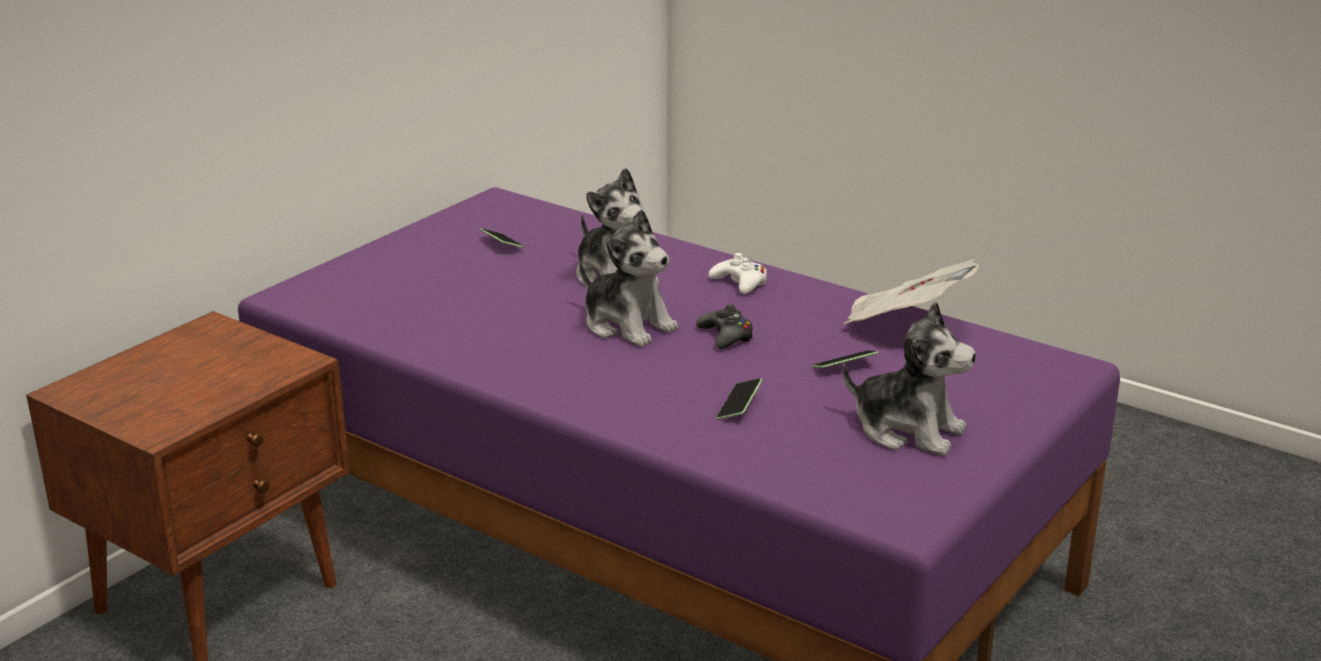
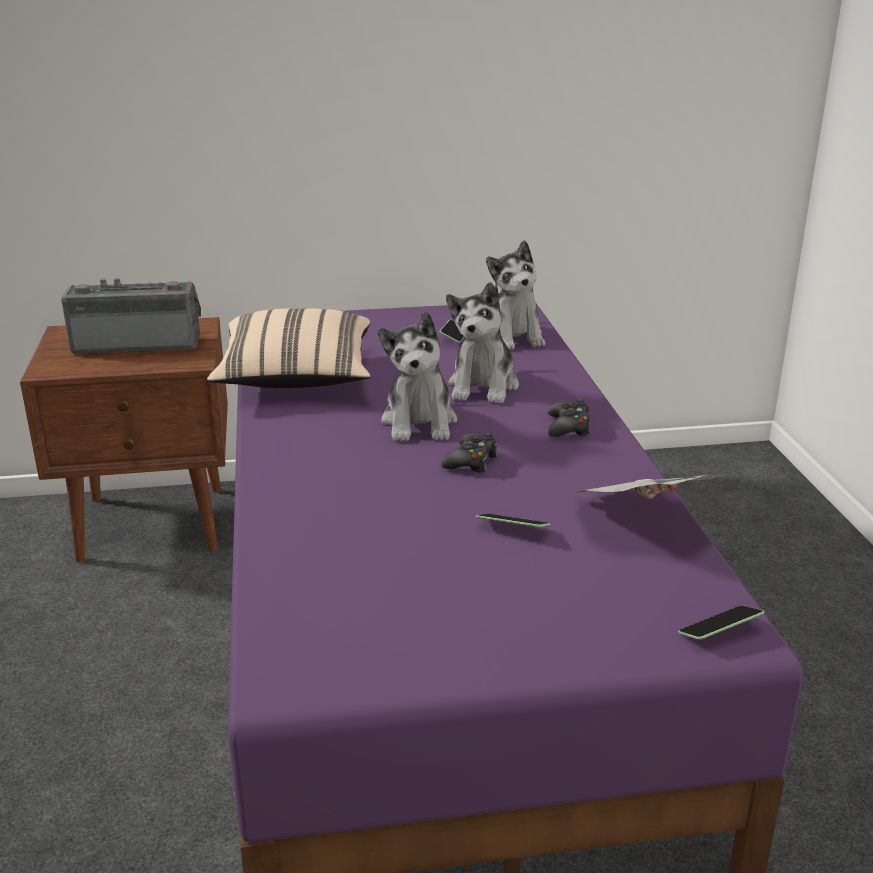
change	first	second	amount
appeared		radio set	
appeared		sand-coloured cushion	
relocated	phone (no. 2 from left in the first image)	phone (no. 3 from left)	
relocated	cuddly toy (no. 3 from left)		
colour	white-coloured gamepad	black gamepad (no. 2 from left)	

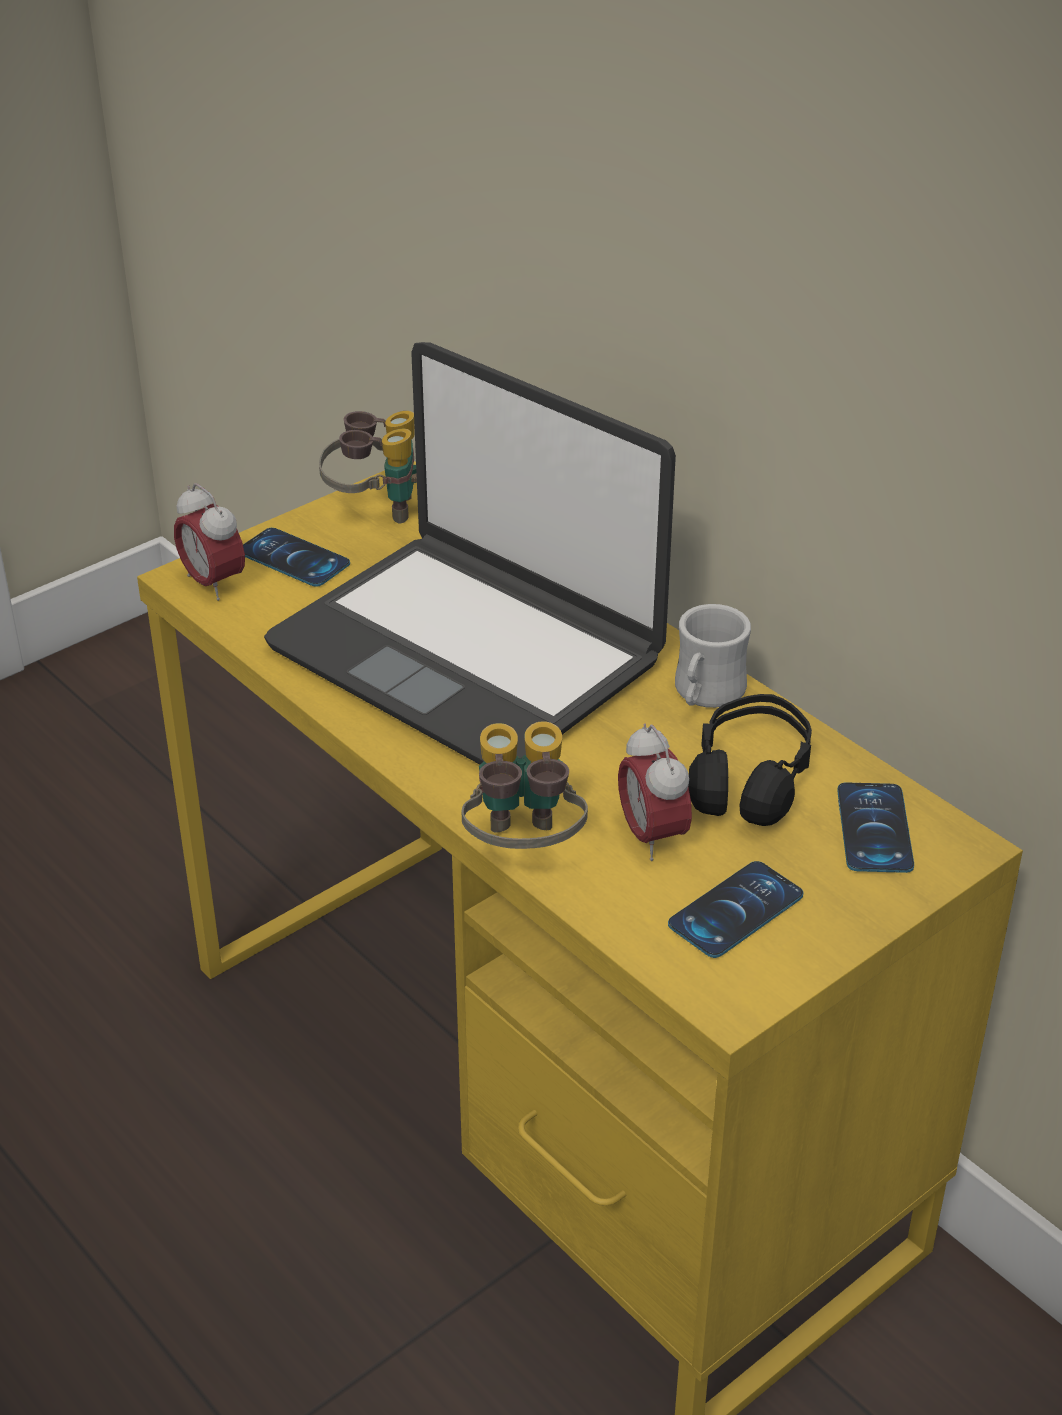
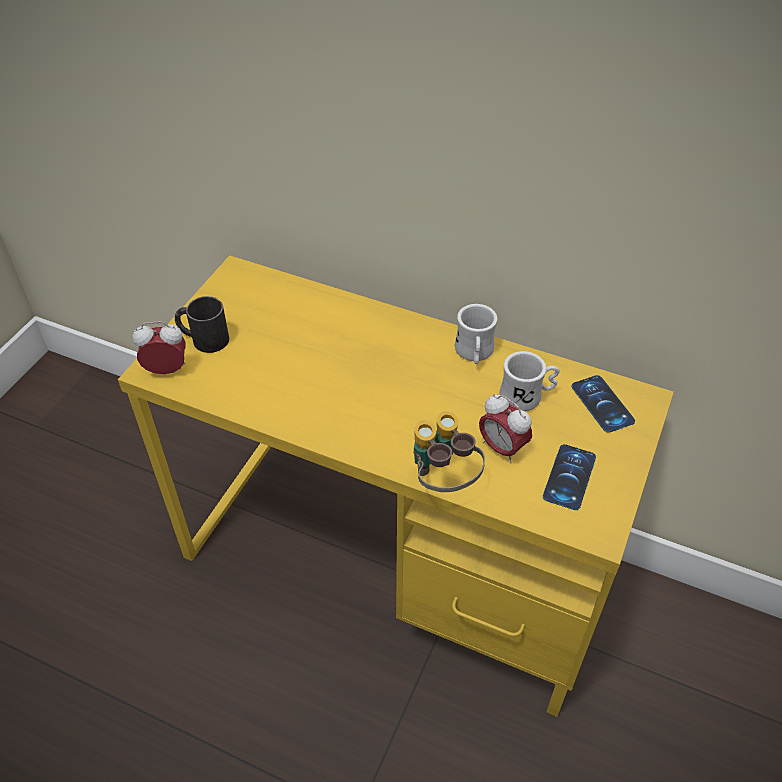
change	first	second	amount
missing	laptop		
missing	pair of binoculars (no. 1 from left)		
exchanged	phone (no. 1 from left)	black tea mug	
exchanged	black headset	white-coloured tea mug (no. 2 from left)	
spun	alarm clock (no. 1 from left)		150 degrees clockwise

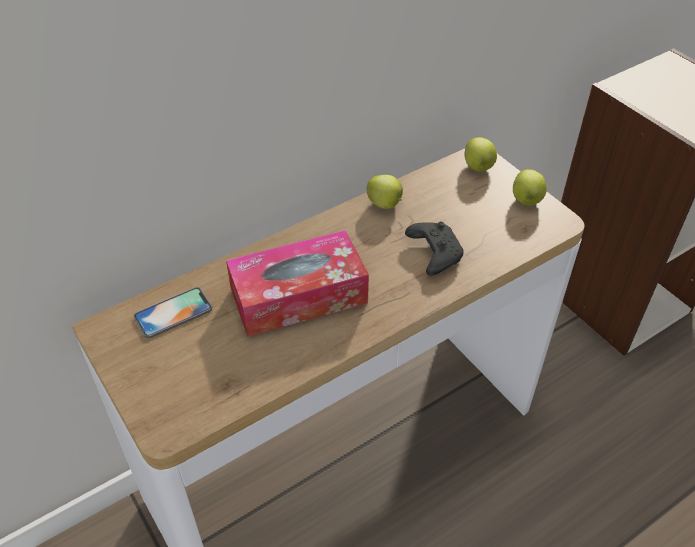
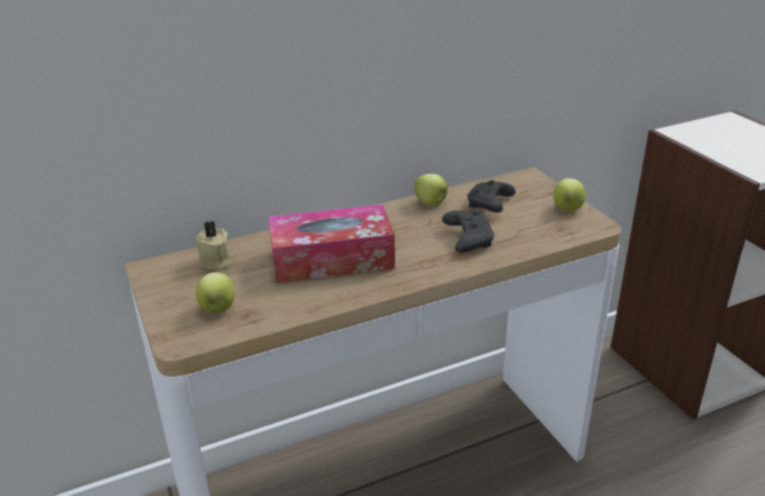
change	first	second	amount
appeared		black gamepad (no. 2 from left)	
relocated	apple (no. 2 from left in the first image)	apple (no. 1 from left)	
exchanged	phone	sand-coloured wax light	

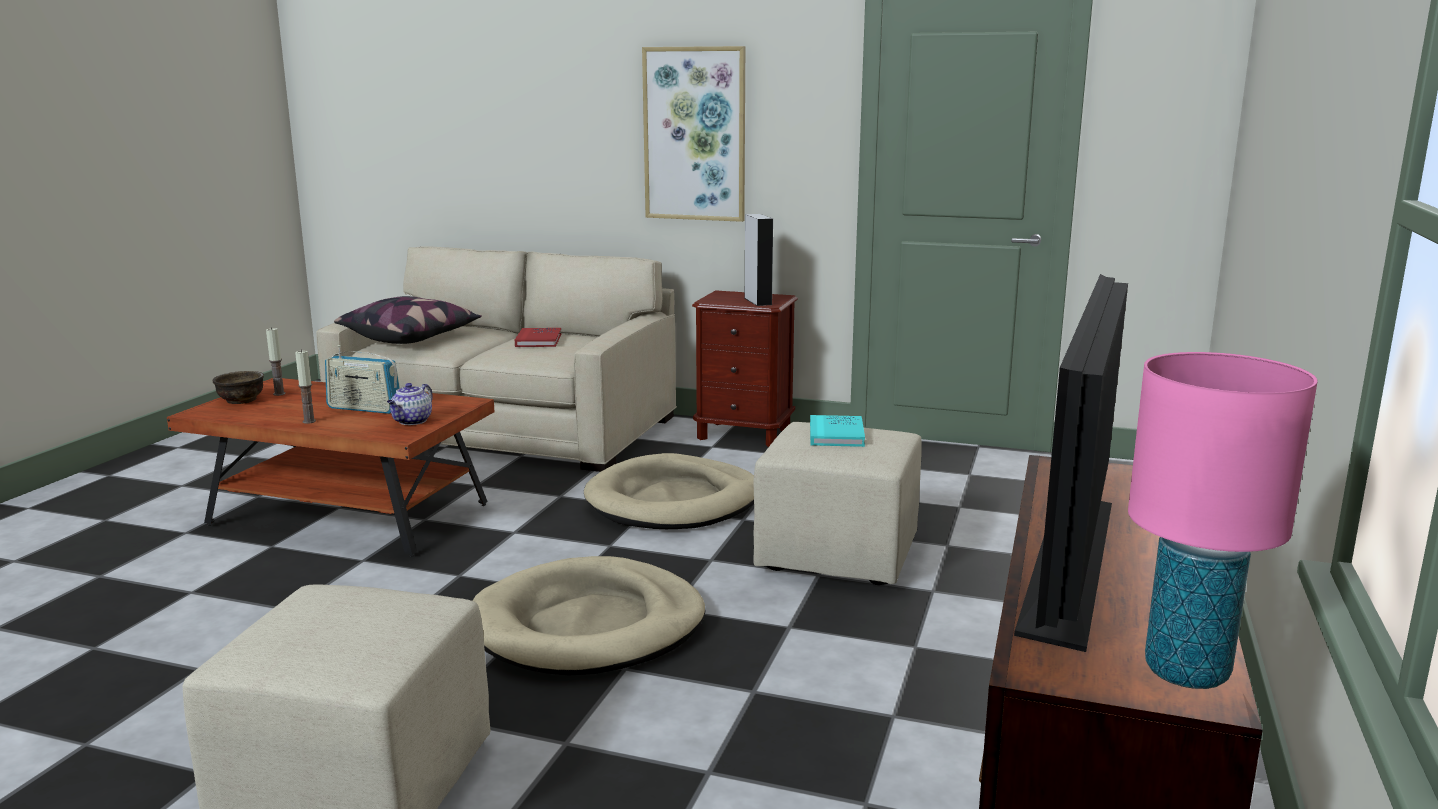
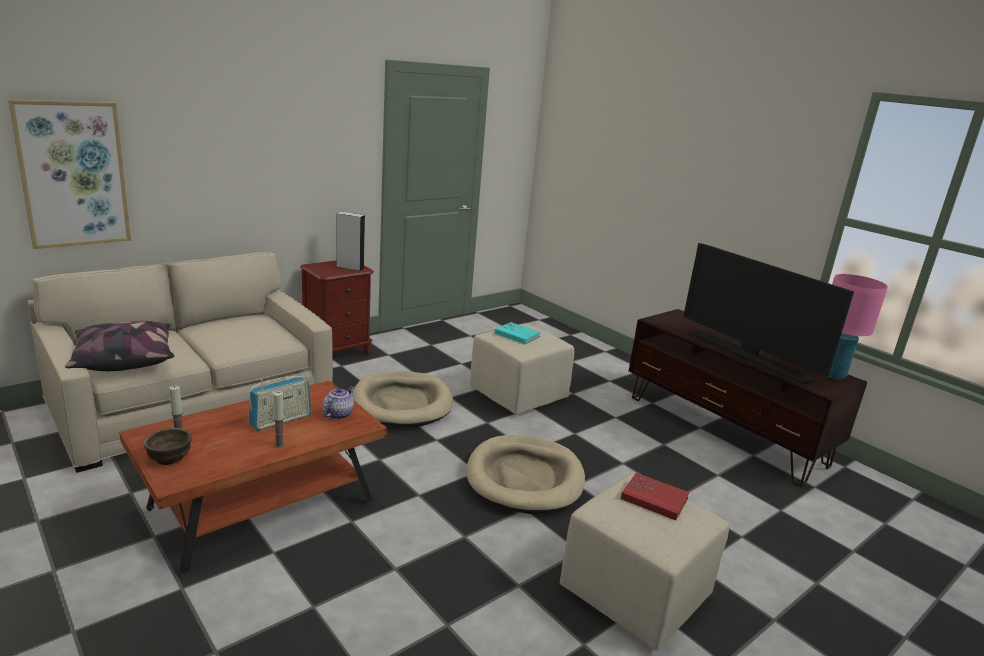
change	first	second	amount
relocated	red bound book		
relocated	wall picture		
spun	pot for tea		120 degrees counterclockwise

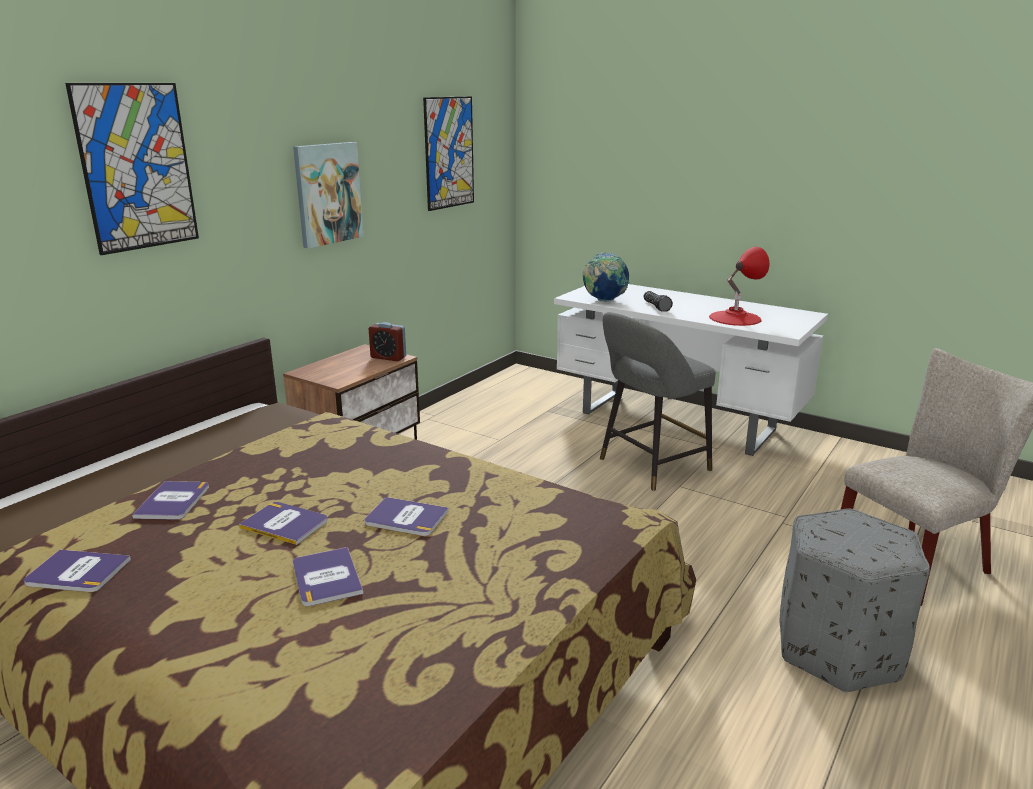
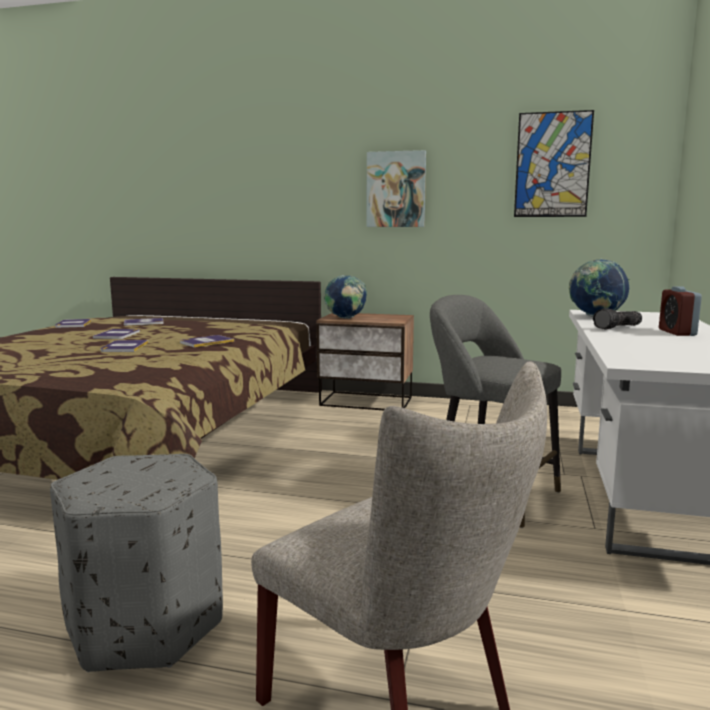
change	first	second	amount
missing	wall picture (no. 1 from left)		
missing	red tabletop lamp		
appeared		desk globe (no. 1 from left)	
relocated	bound book (no. 4 from left in the first image)	bound book (no. 5 from left)	
relocated	alarm clock		

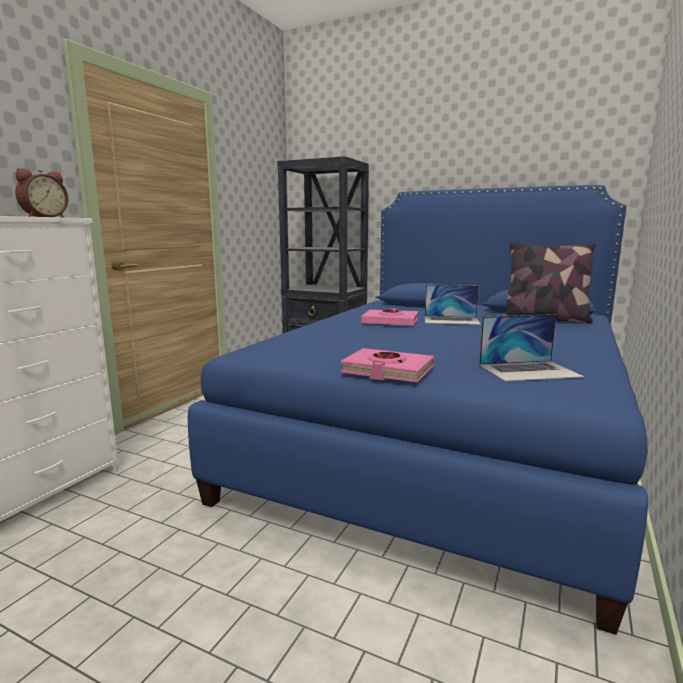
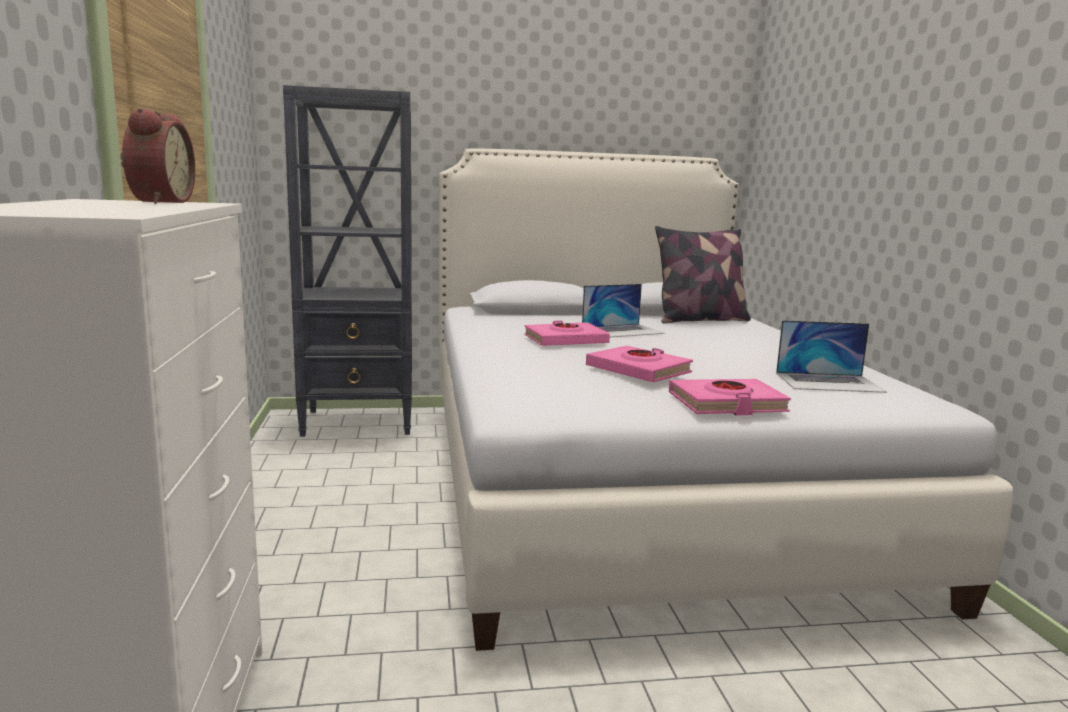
change	first	second	amount
appeared		pink-coloured bound book (no. 2 from left)	
colour	blue-coloured bedroom bed	white-coloured bedroom bed	
spun	laptop (no. 2 from left)		45 degrees clockwise

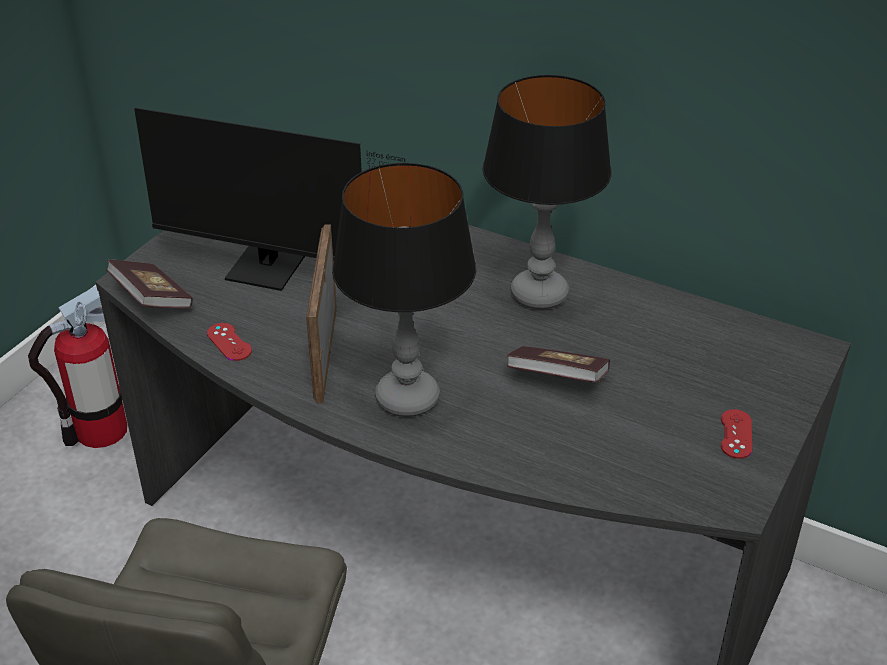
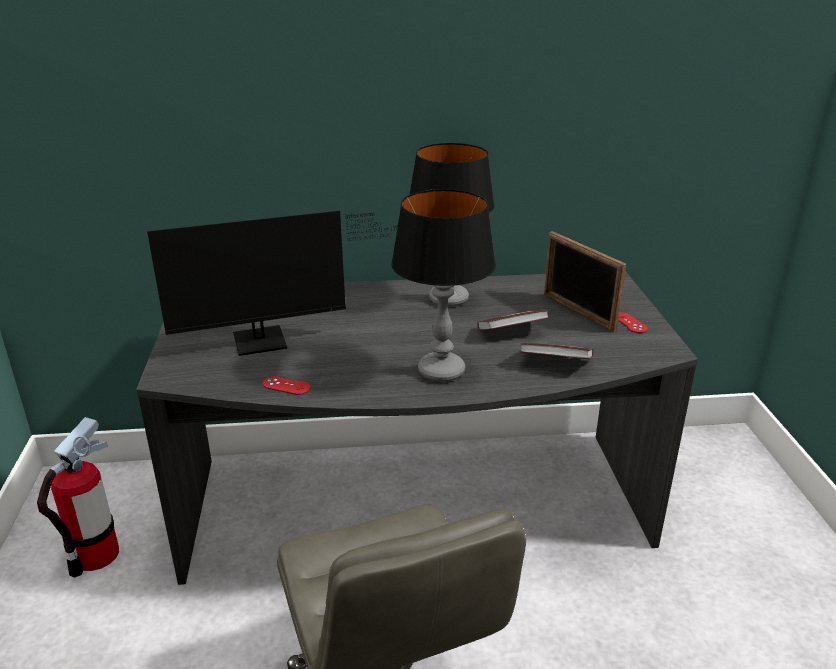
change	first	second	amount
relocated	bound book (no. 1 from left in the first image)	bound book (no. 2 from left)	
relocated	picture frame		

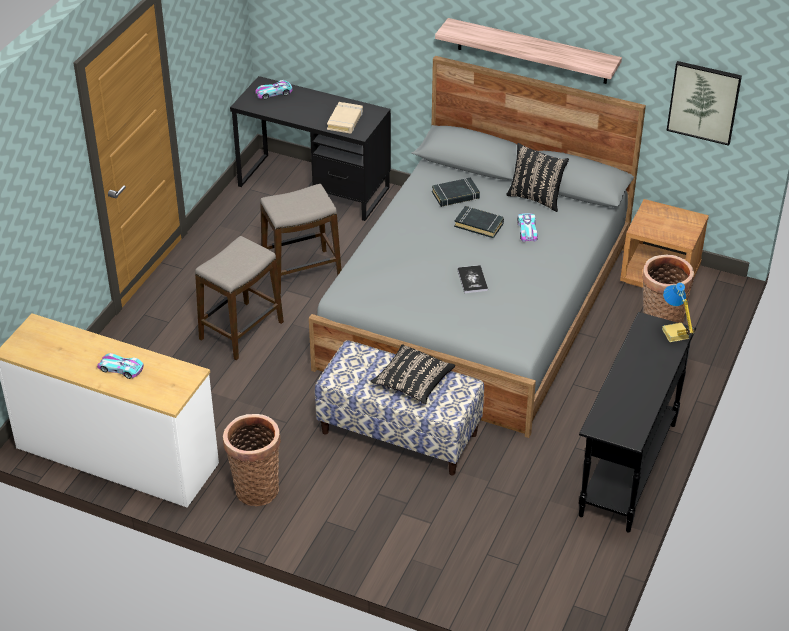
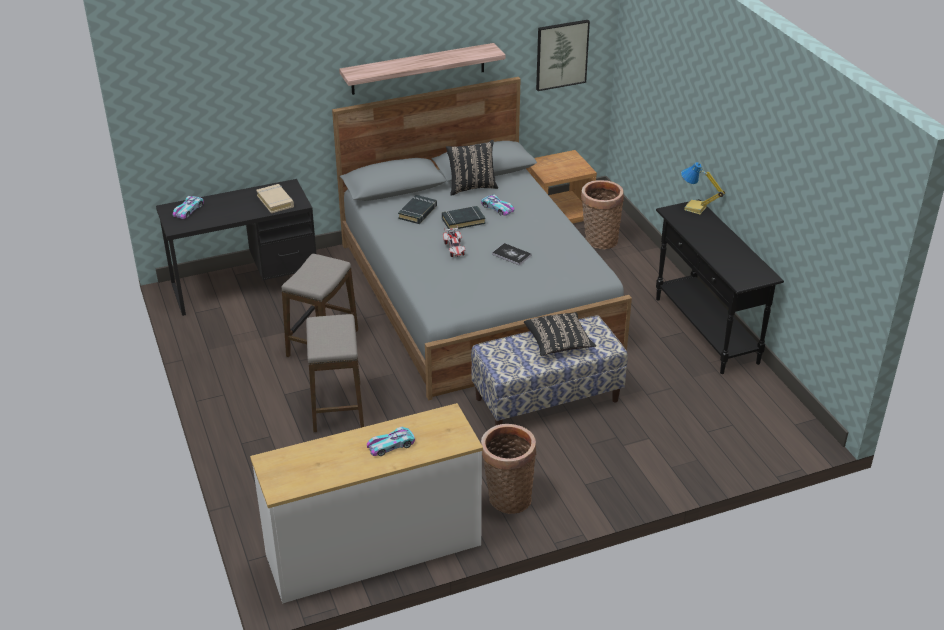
change	first	second	amount
appeared		toy car (no. 3 from left)	

